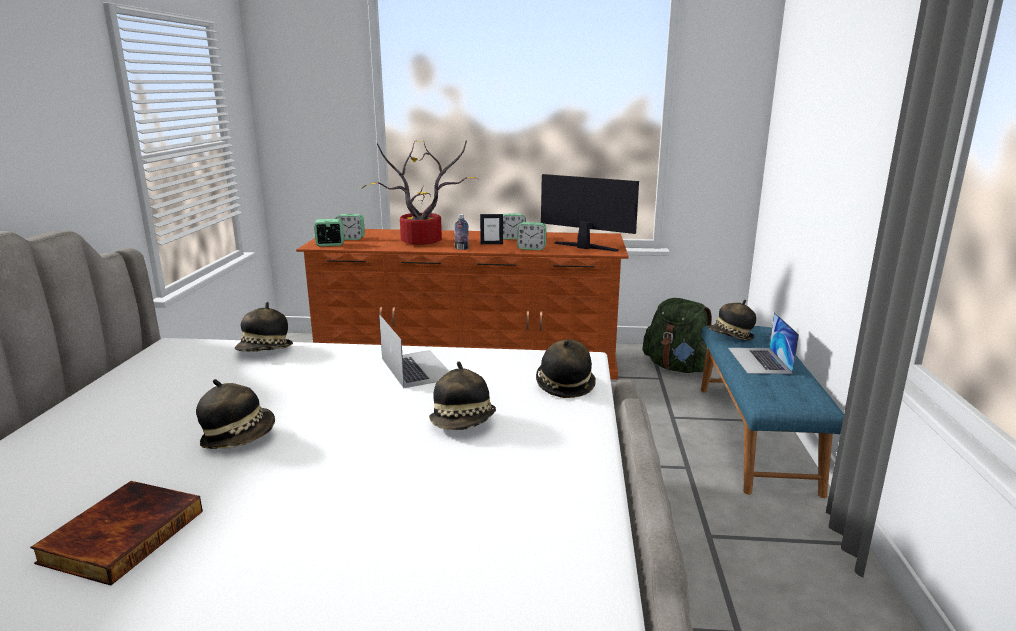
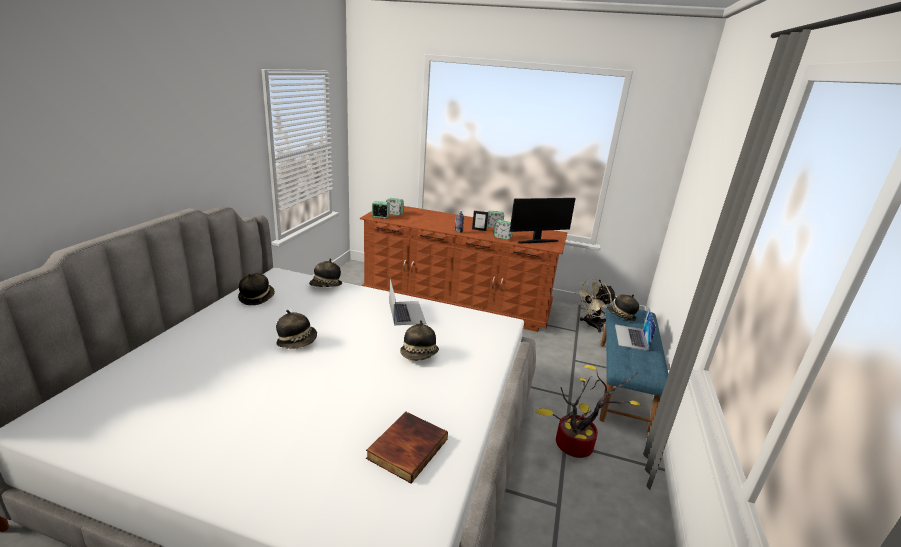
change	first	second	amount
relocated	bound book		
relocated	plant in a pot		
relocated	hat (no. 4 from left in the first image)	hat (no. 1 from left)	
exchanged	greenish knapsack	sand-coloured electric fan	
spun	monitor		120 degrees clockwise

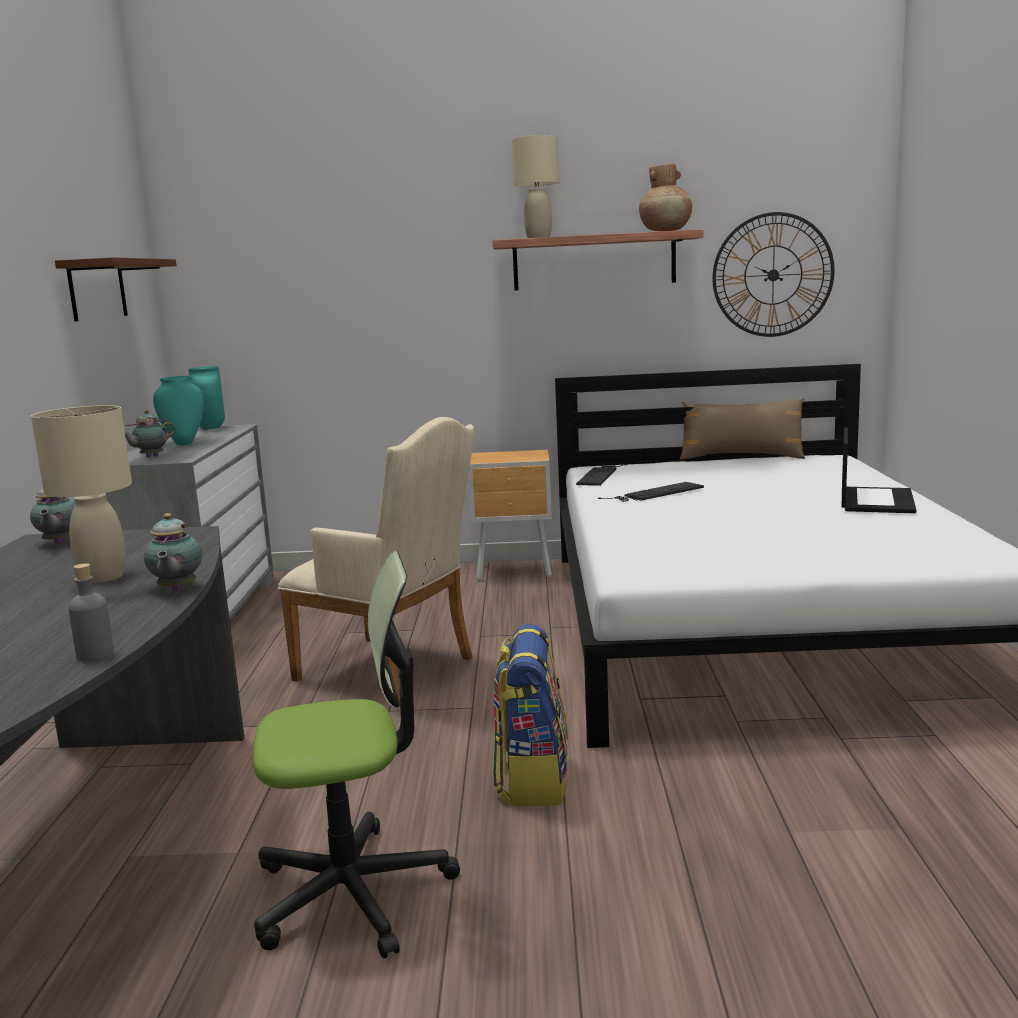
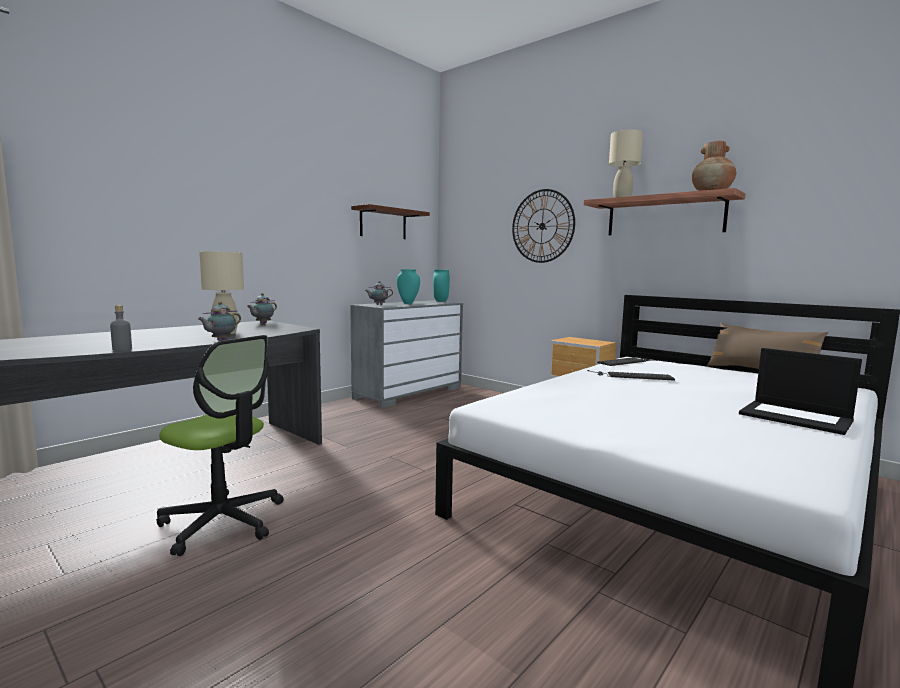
change	first	second	amount
missing	sand-coloured lounge chair		
missing	knapsack		
relocated	clock on the wall		
spun	laptop		75 degrees clockwise

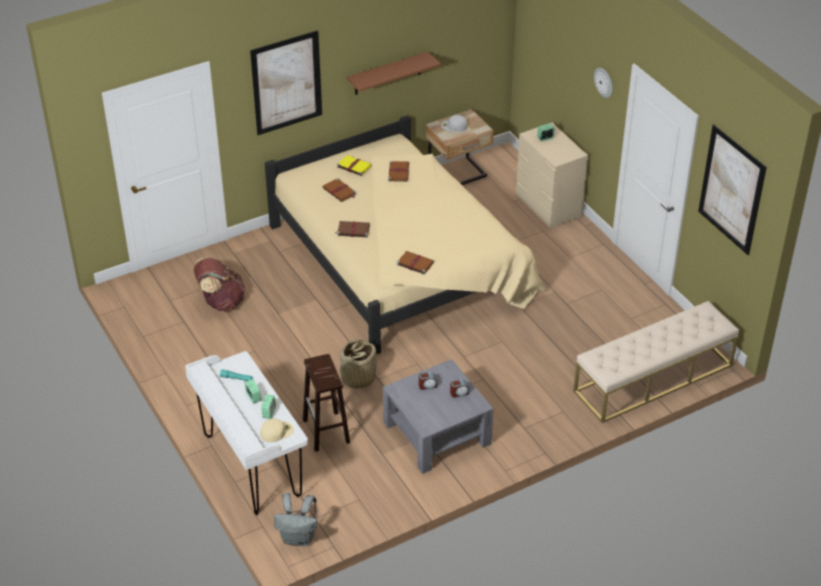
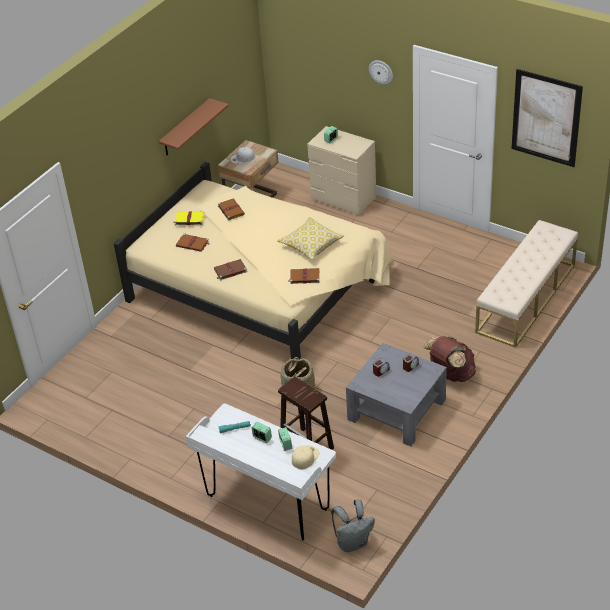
change	first	second	amount
missing	wall picture (no. 1 from left)		
appeared		cushion	
relocated	brown knapsack		

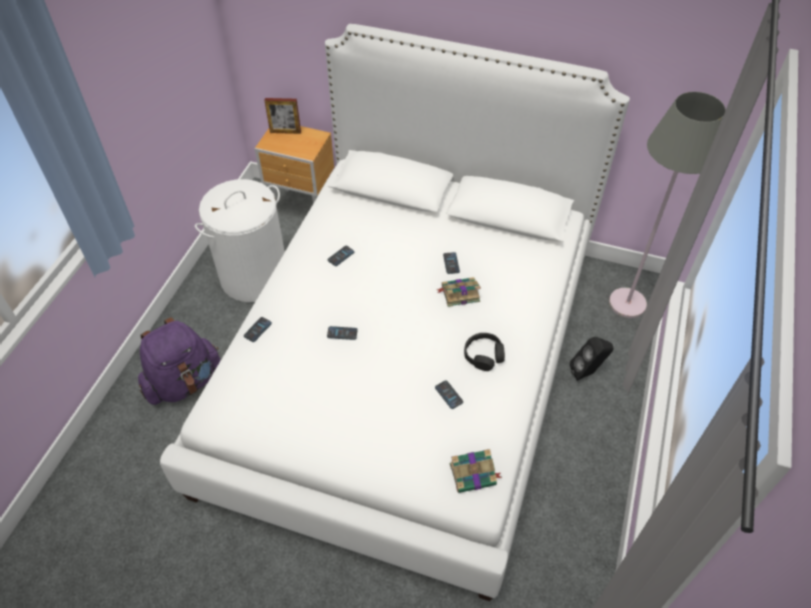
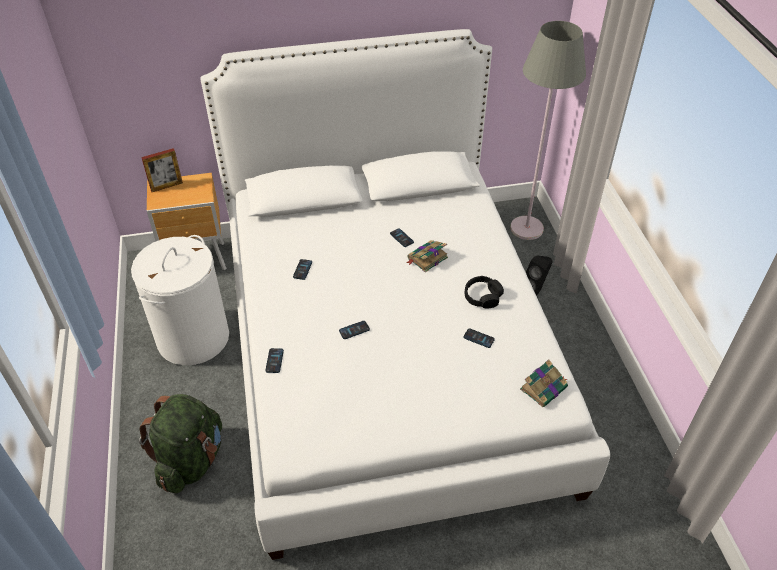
change	first	second	amount
colour	purple knapsack	greenish knapsack	

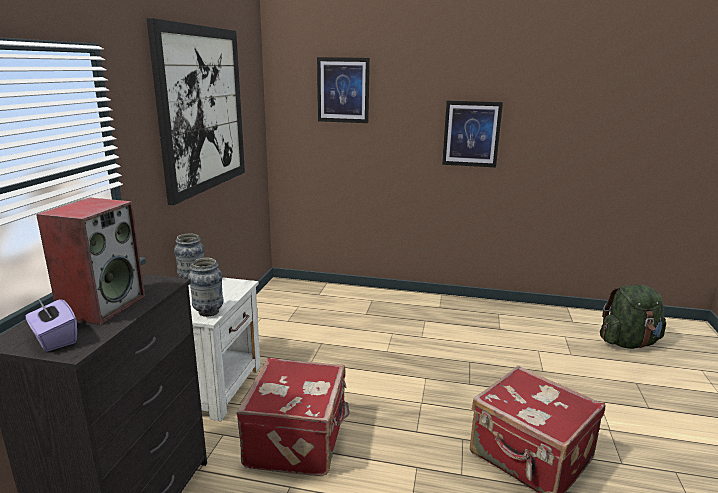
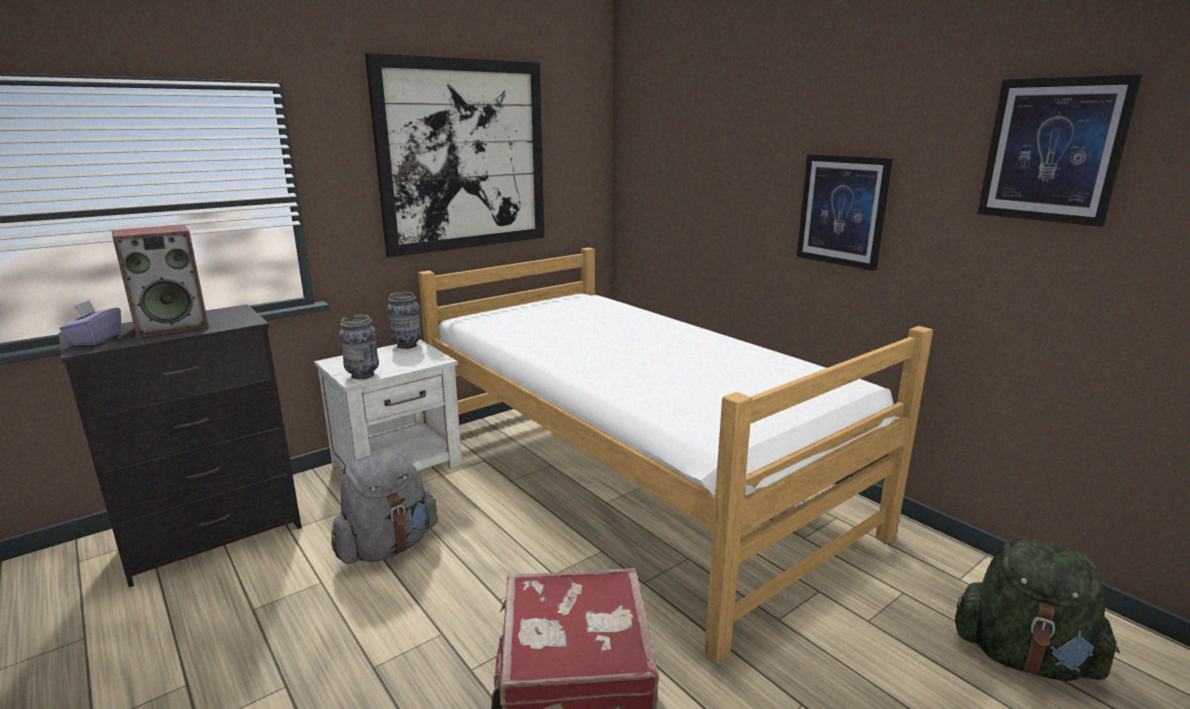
change	first	second	amount
appeared		bedroom bed	
relocated	wall picture (no. 2 from left in the first image)	wall picture (no. 3 from left)	
exchanged	red piece of luggage (no. 1 from left)	gray knapsack	

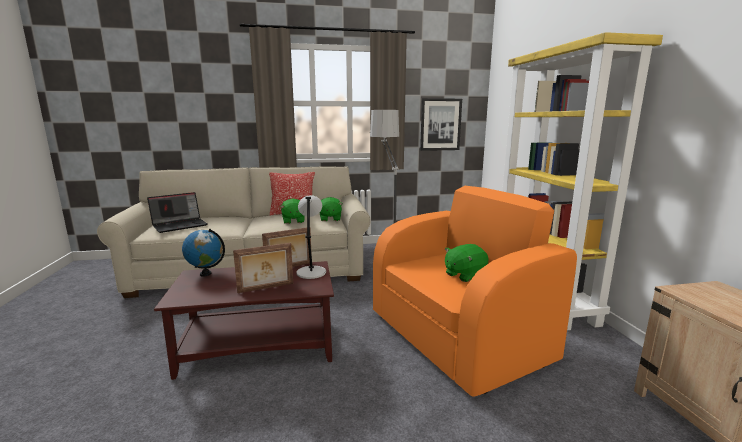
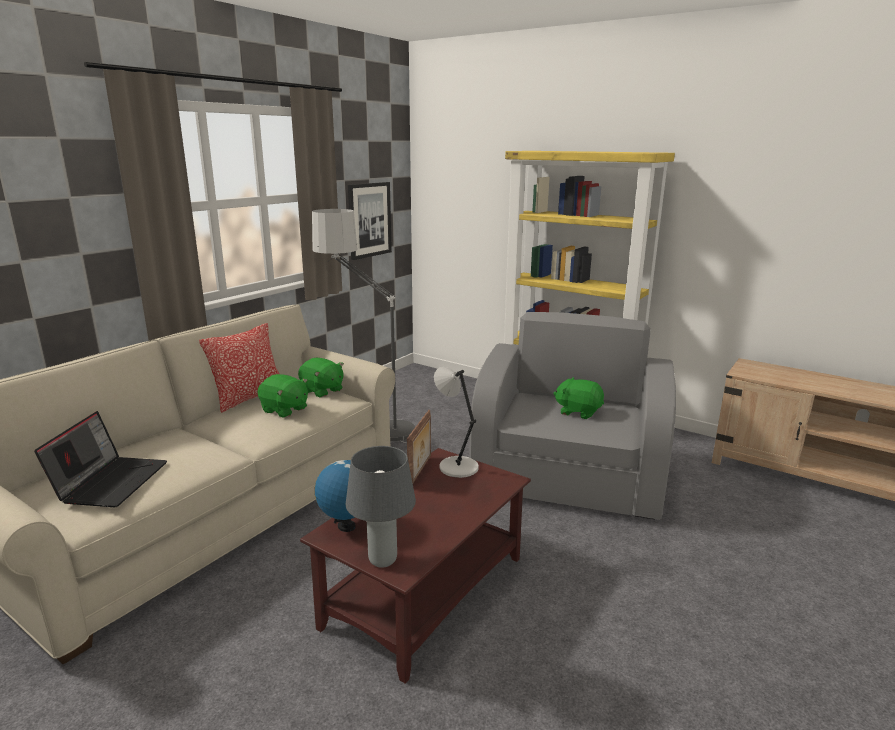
change	first	second	amount
missing	picture frame (no. 1 from left)		
appeared		gray tabletop lamp (no. 1 from left)	
colour	orangey lounge chair	gray lounge chair	
spun	greenish cuddly toy (no. 3 from left)		105 degrees clockwise

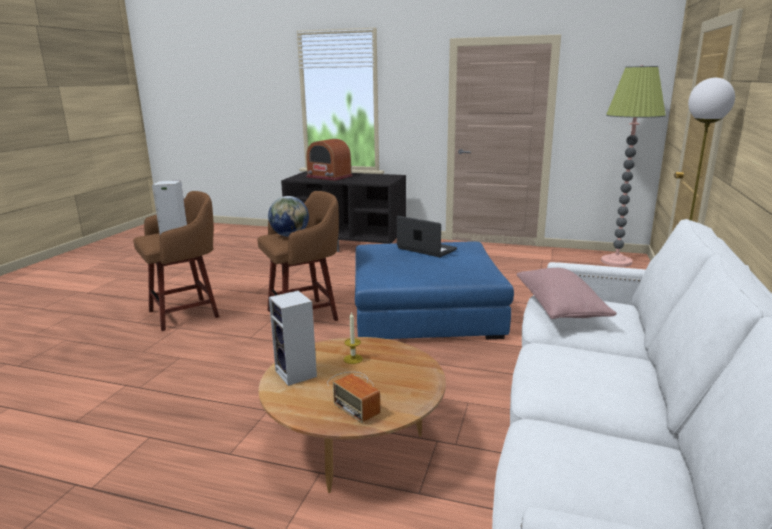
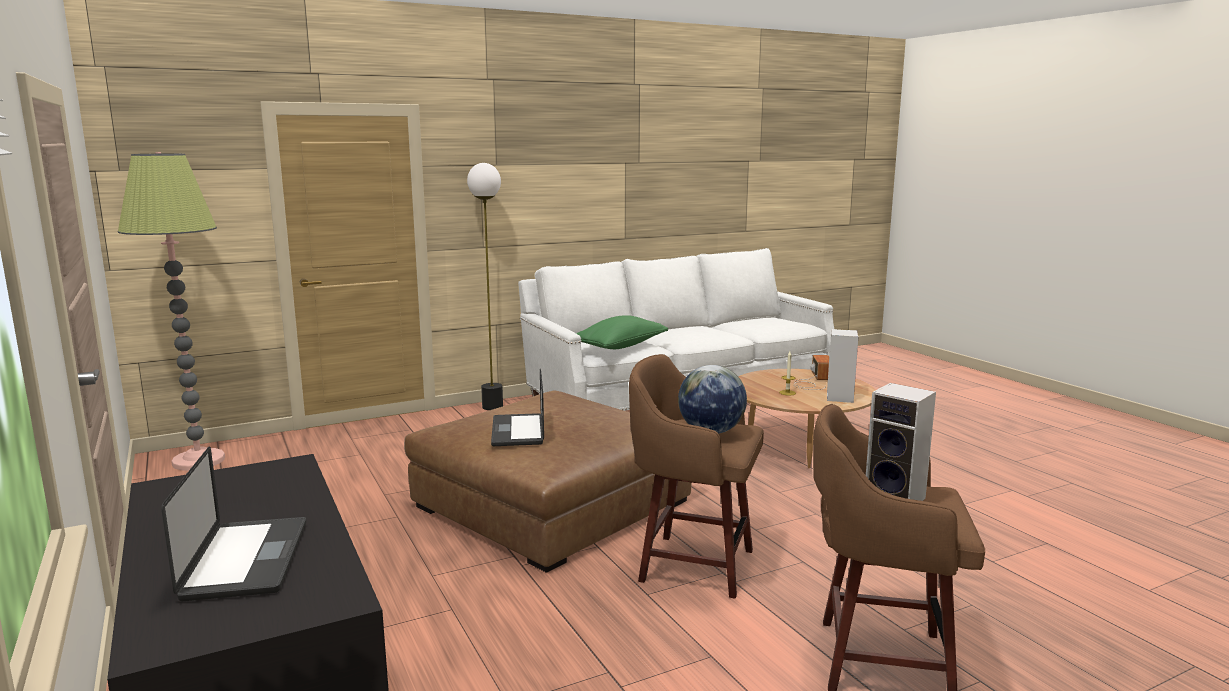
change	first	second	amount
exchanged	radio set (no. 1 from left)	laptop (no. 1 from left)	
colour	blue-coloured footrest	brown footrest	
colour	pink-coloured cushion	greenish cushion	

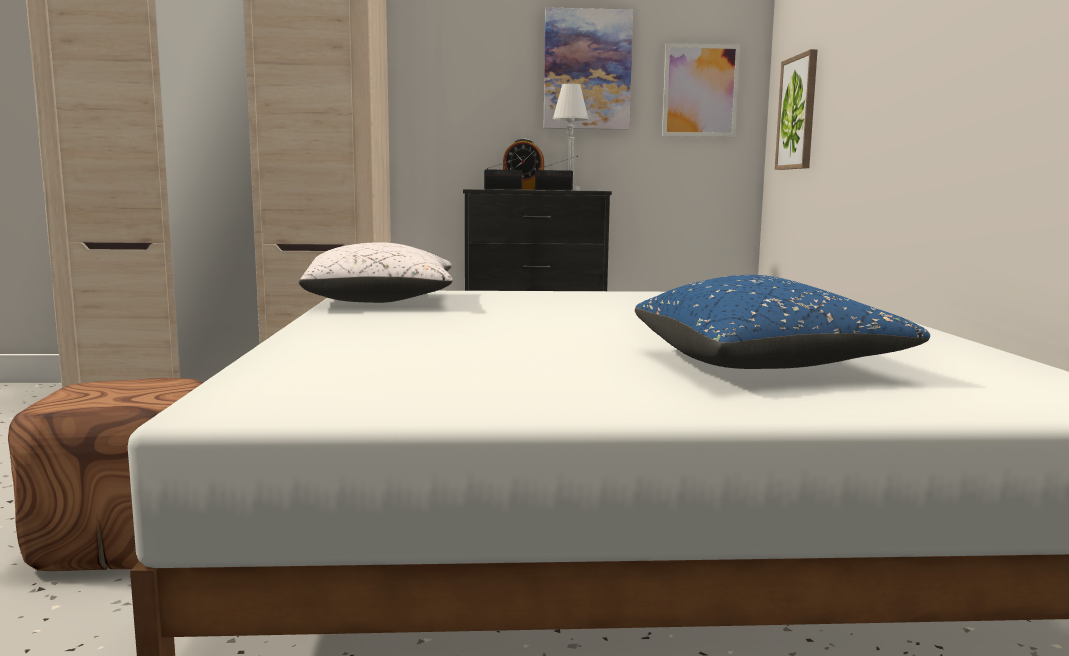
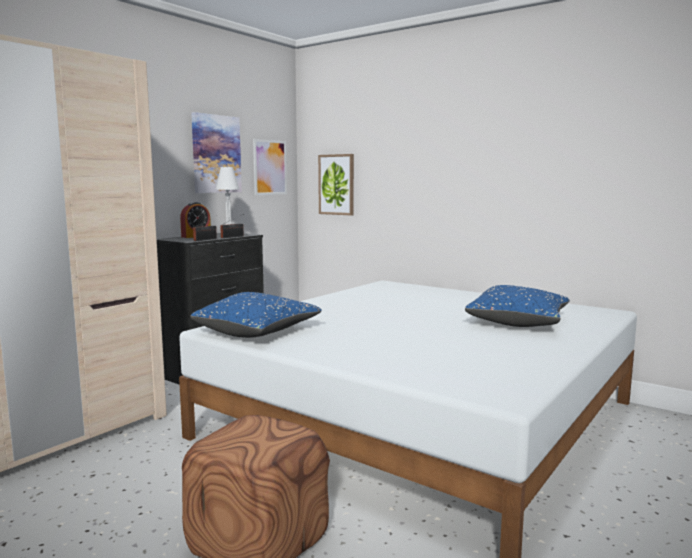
change	first	second	amount
colour	white-coloured cushion	blue-coloured cushion (no. 1 from left)	

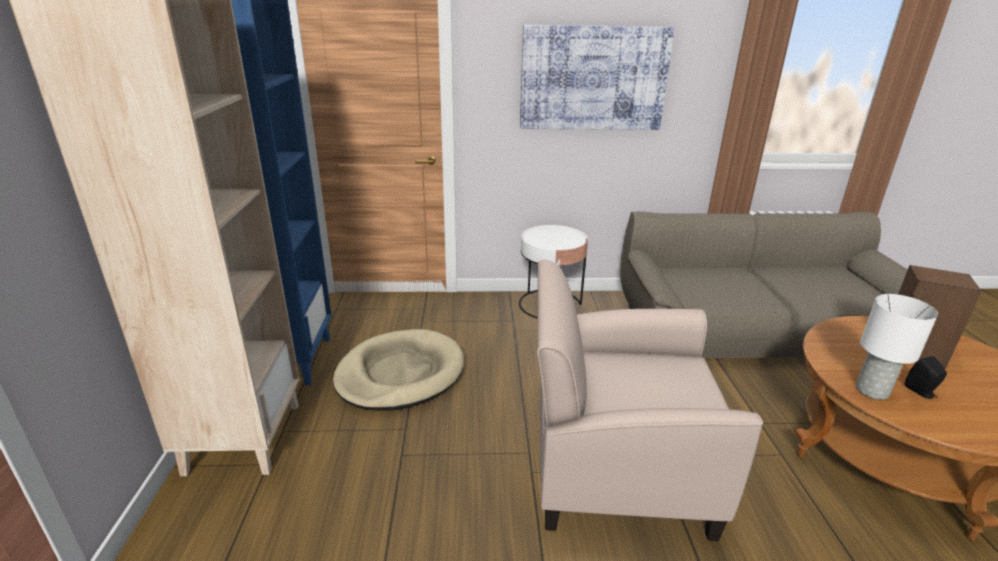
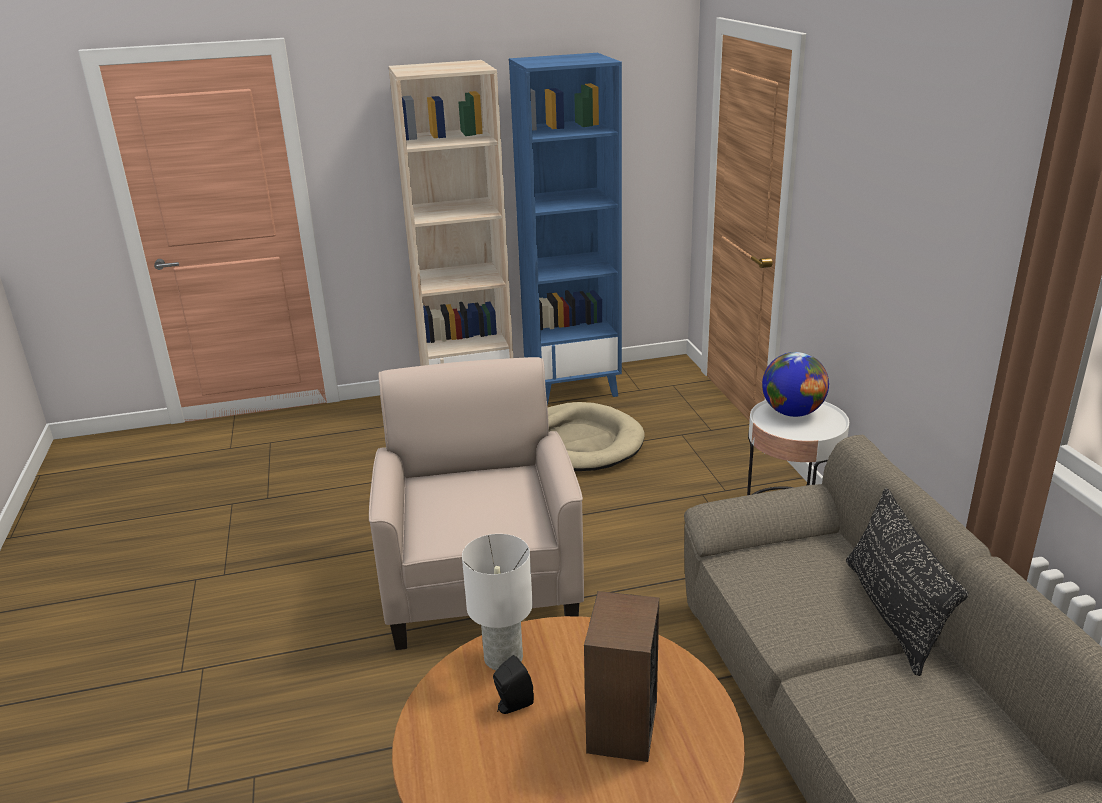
change	first	second	amount
missing	wall picture		
appeared		desk globe	
appeared		black cushion	

